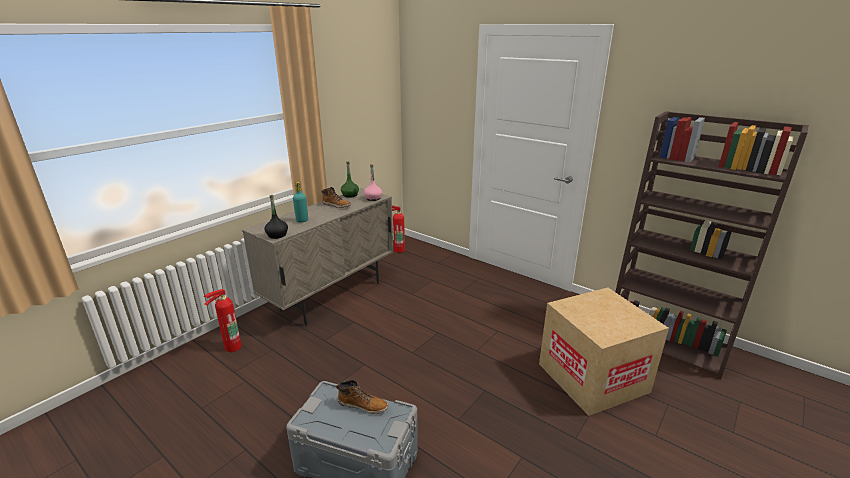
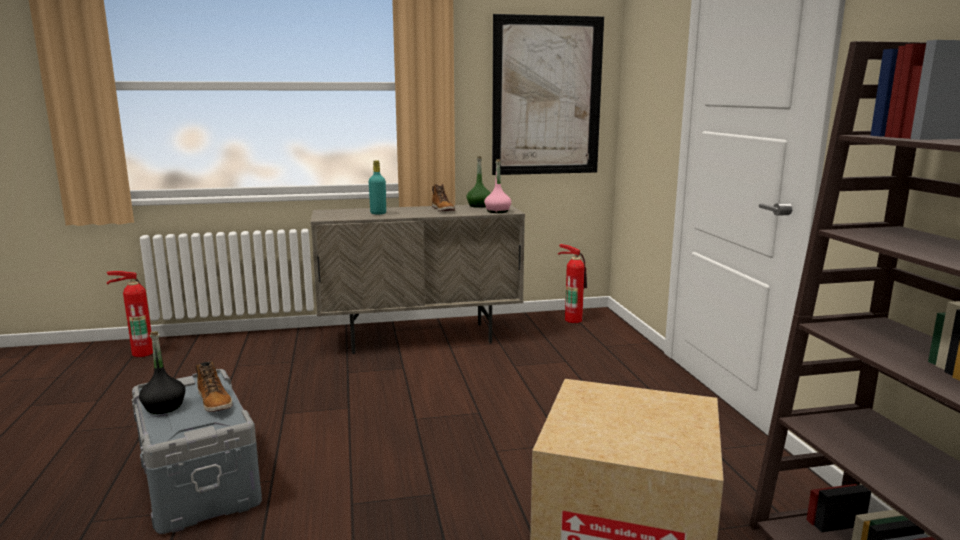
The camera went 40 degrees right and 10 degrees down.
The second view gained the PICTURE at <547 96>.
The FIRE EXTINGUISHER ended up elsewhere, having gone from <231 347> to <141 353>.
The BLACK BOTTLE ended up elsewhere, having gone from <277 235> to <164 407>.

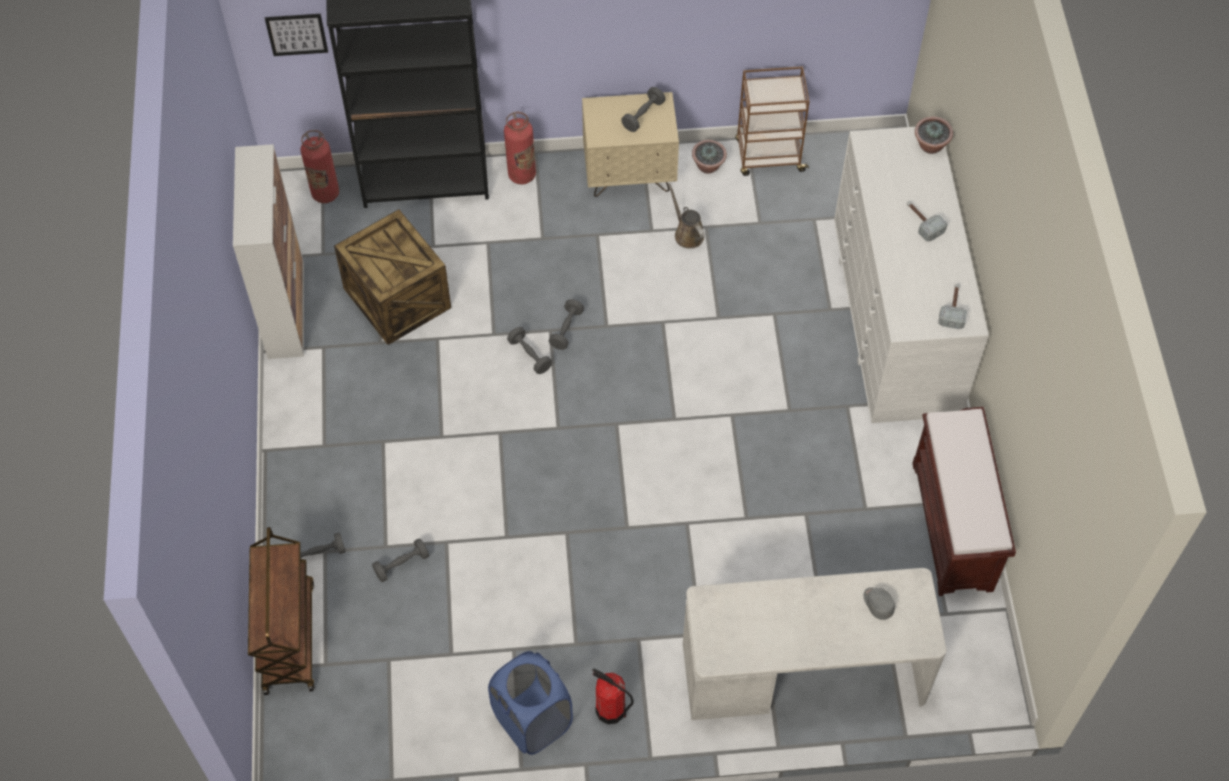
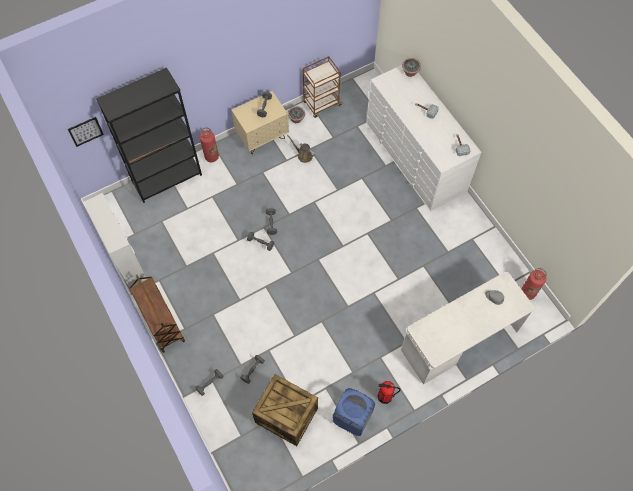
The camera went 25 degrees left and 5 degrees up.
The second view lost the BROWN BENCH at <953 527>.
The BROWN CART ended up elsewhere, having gone from <288 636> to <161 322>.
The FIRE EXTINGUISHER ended up elsewhere, having gone from <325 193> to <527 293>.
The CRATE ended up elsewhere, having gone from <395 298> to <286 416>.

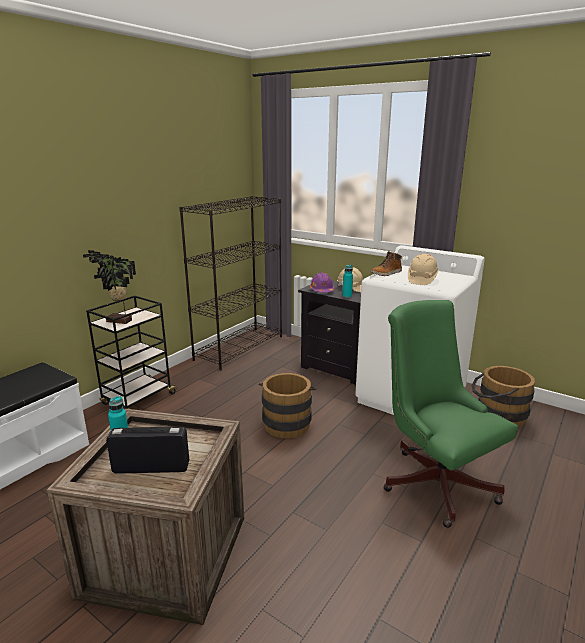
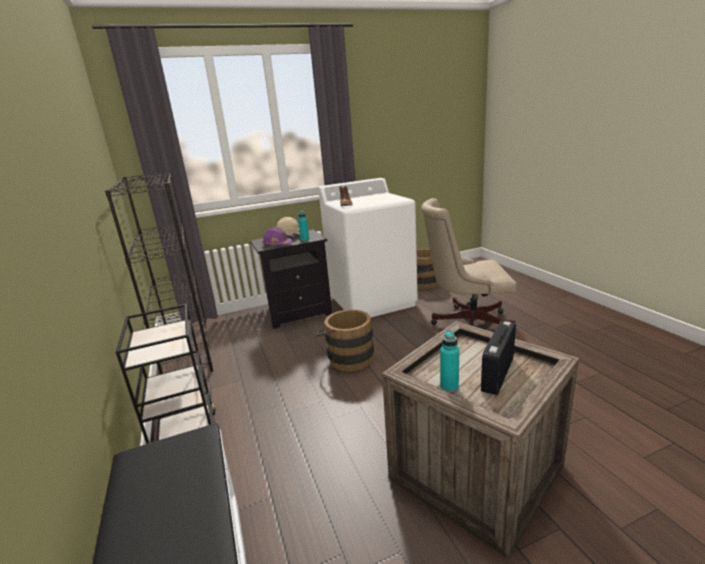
The camera went 55 degrees left and 0 degrees up.
The second view lost the POTTED PLANT at <118 321>.
The second view lost the BEIGE HARD HAT at <421 280>.
What was the GREEN OFFICE CHAIR at <434 479> turned into the BEIGE OFFICE CHAIR at <466 323>.

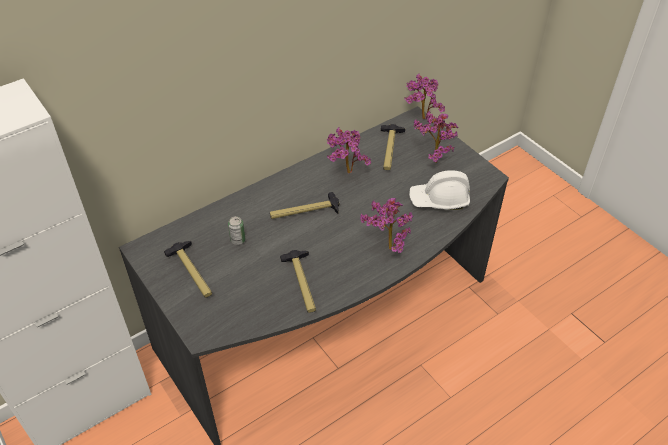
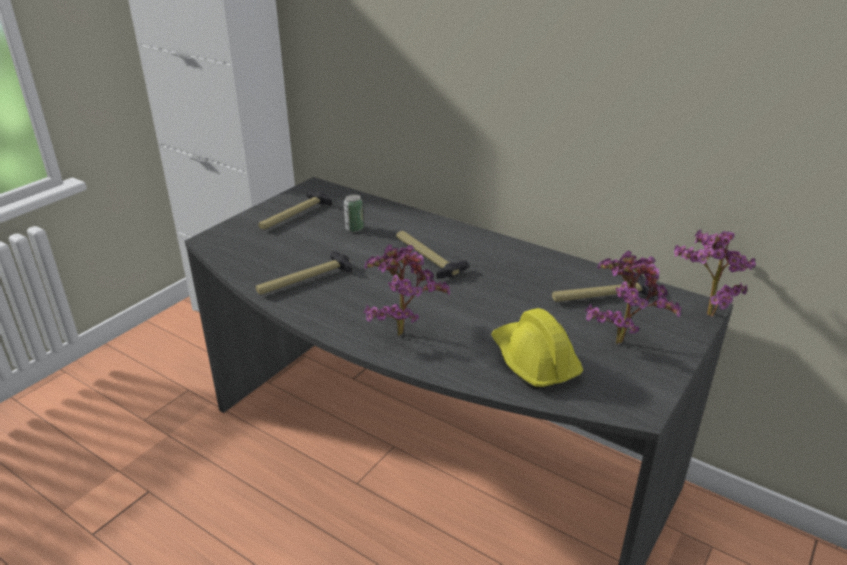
The camera went 70 degrees right and 15 degrees down.
The second view lost the POTTED PLANT at <345 173>.
What was the WHITE HARD HAT at <439 200> turned into the YELLOW HARD HAT at <533 362>.

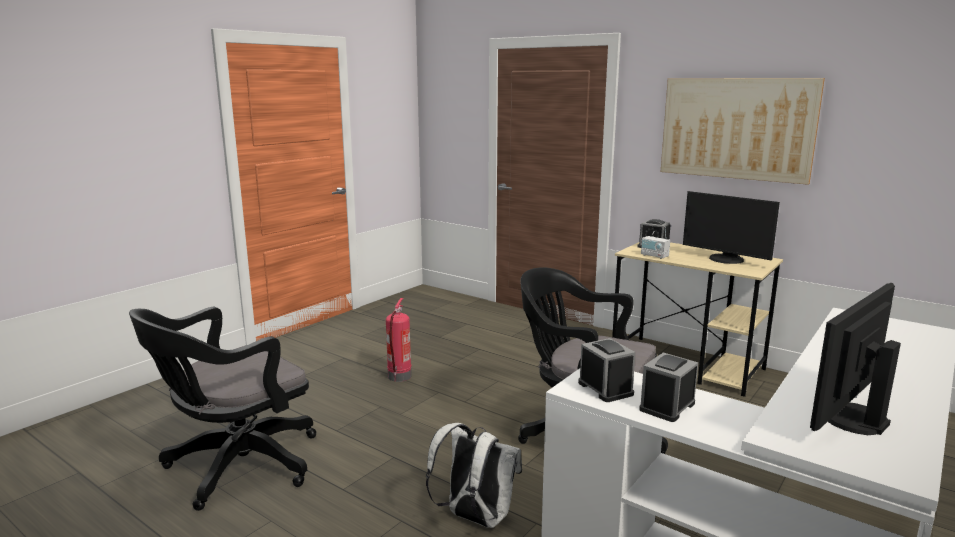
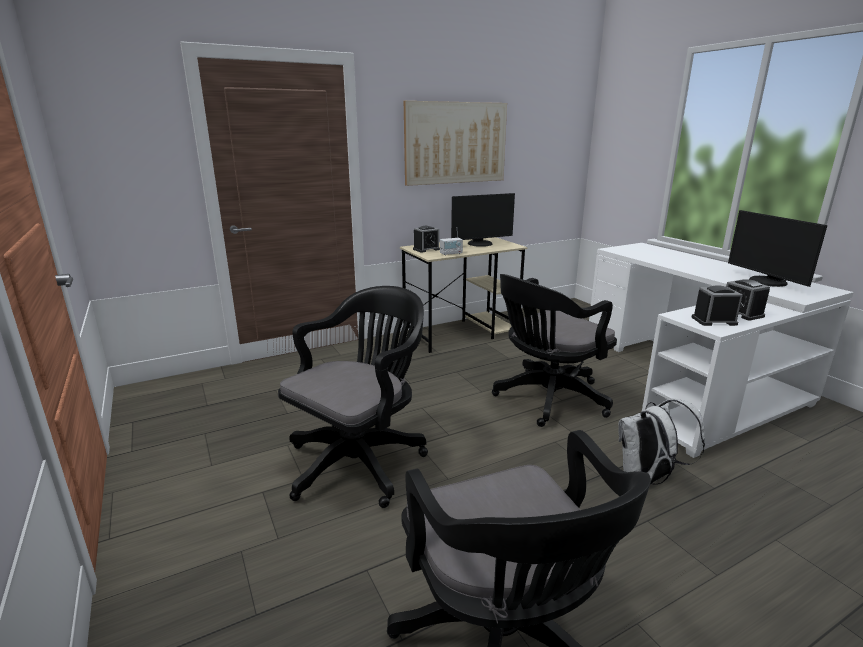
The camera went 65 degrees left and 5 degrees up.
Where the FIRE EXTINGUISHER stood at <399 377>, the BLACK OFFICE CHAIR came to stand at <361 460>.

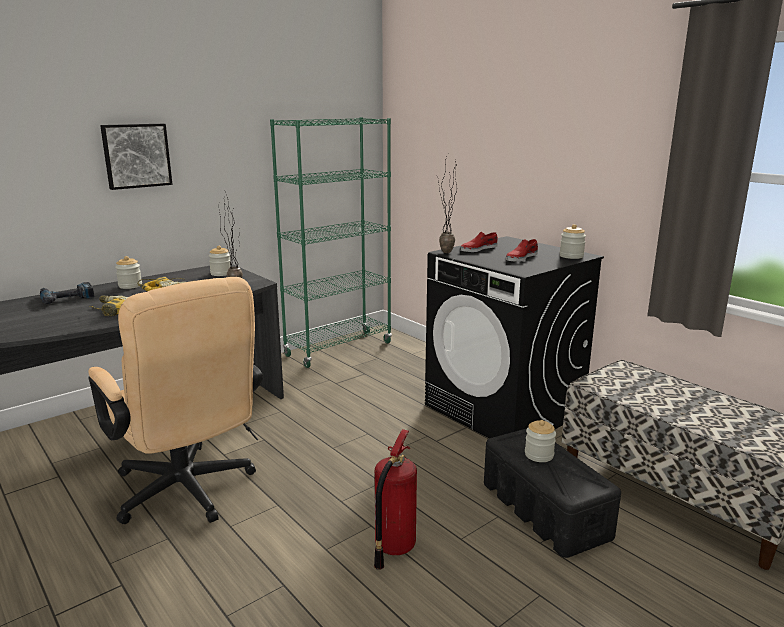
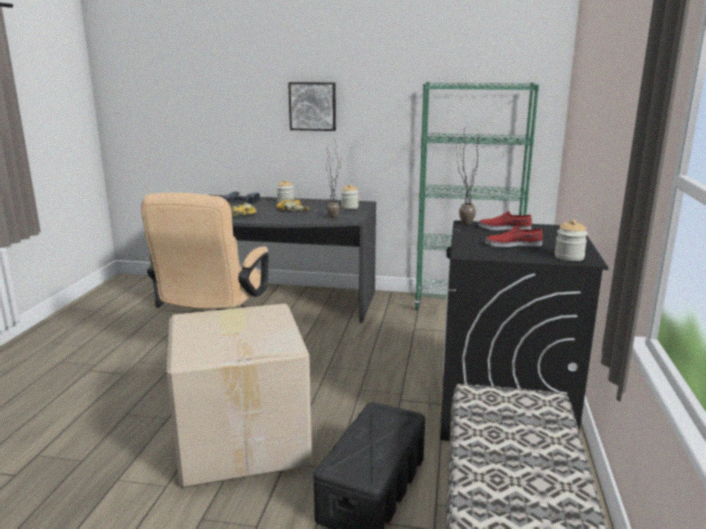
The camera went 50 degrees right and 0 degrees up.
The second view lost the JAR at <539 455>.
Where the FIRE EXTINGUISHER stood at <393 547>, the CARDBOARD BOX came to stand at <243 439>.

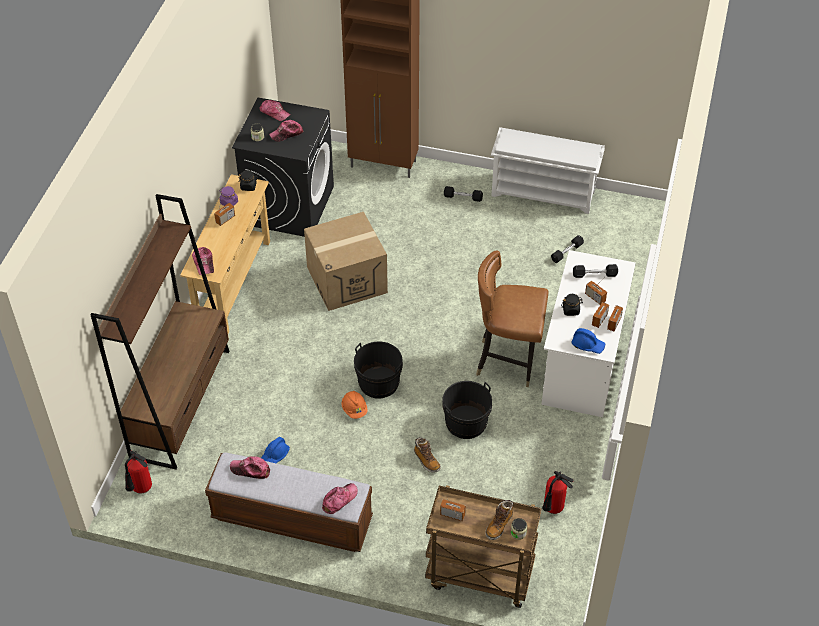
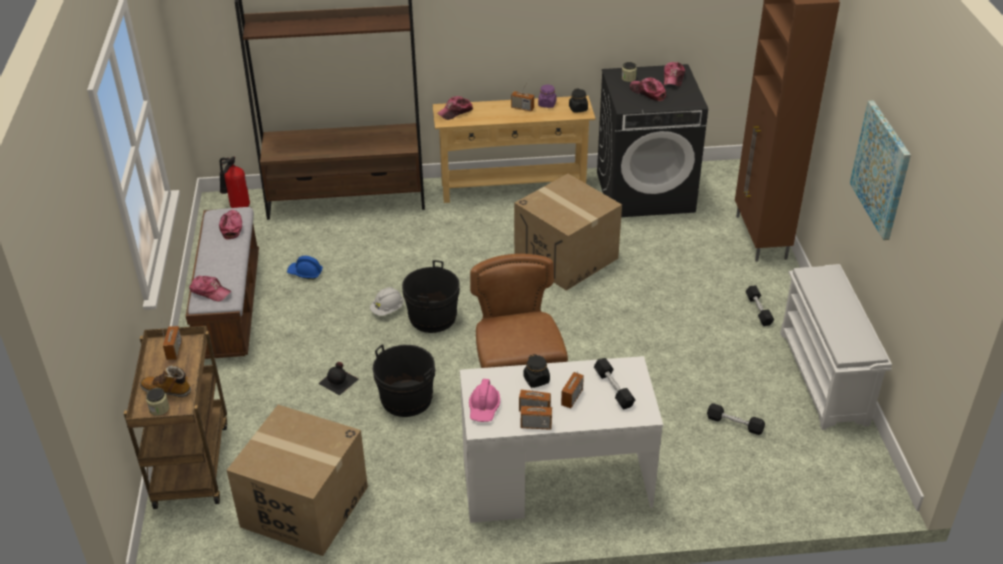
The camera went 70 degrees right and 10 degrees down.
The second view gained the PICTURE at <881 169>.
Where the BOOT stood at <426 460>, the BLACK BOTTLE came to stand at <339 381>.
Where the FIRE EXTINGUISHER stood at <552 510>, the CARDBOARD BOX came to stand at <304 506>.
What was the ORANGE HARD HAT at <354 409> turned into the WHITE HARD HAT at <387 310>.
What was the BLUE HARD HAT at <587 345> turned into the PINK HARD HAT at <484 408>.

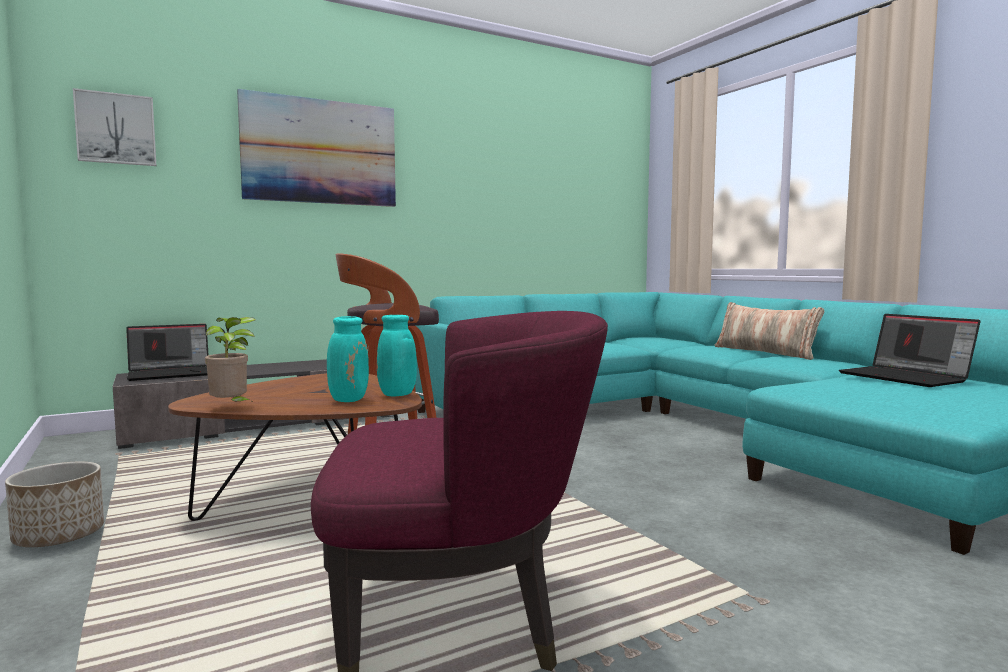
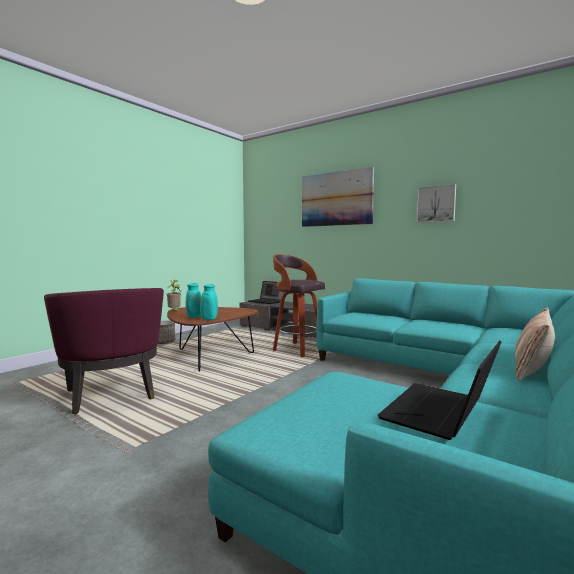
The camera went 65 degrees right and 0 degrees up.
The PICTURE ended up elsewhere, having gone from <116 129> to <436 204>.

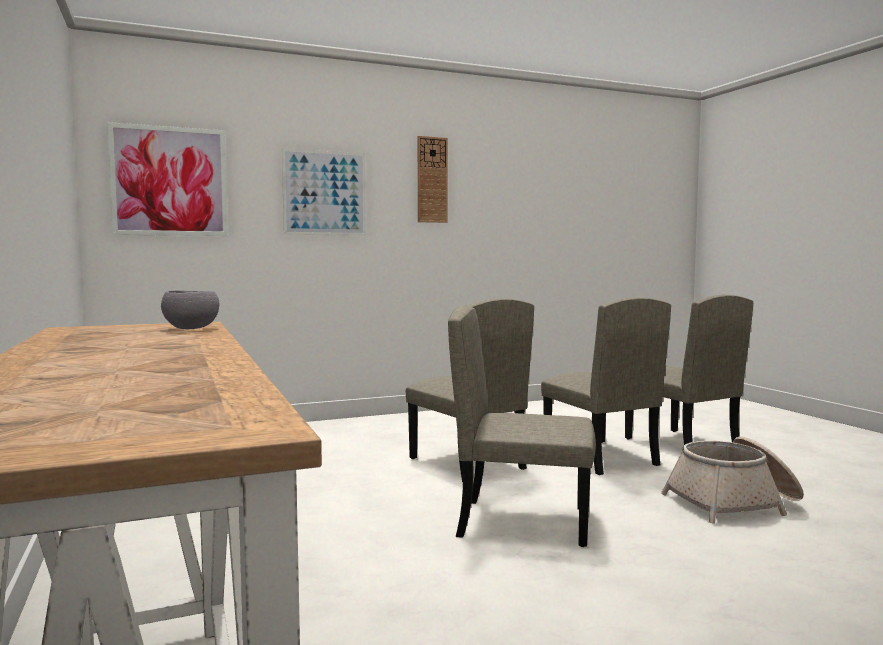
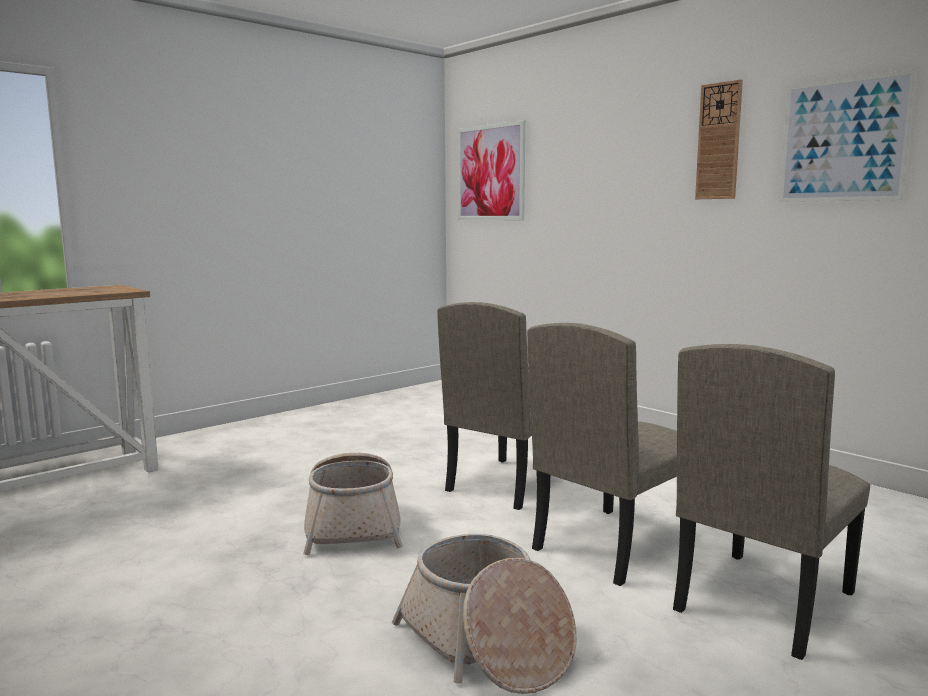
The camera went 70 degrees right and 5 degrees up.
The second view lost the GREY BOWL at <191 328>.
The PICTURE ended up elsewhere, having gone from <324 193> to <843 140>.
Where the BEIGE CHAIR stood at <523 521>, the BASKET came to stand at <353 525>.

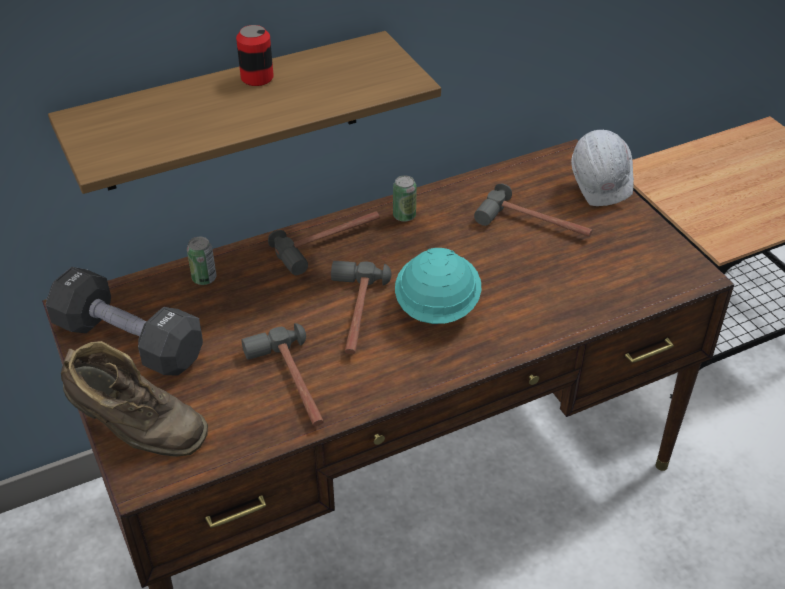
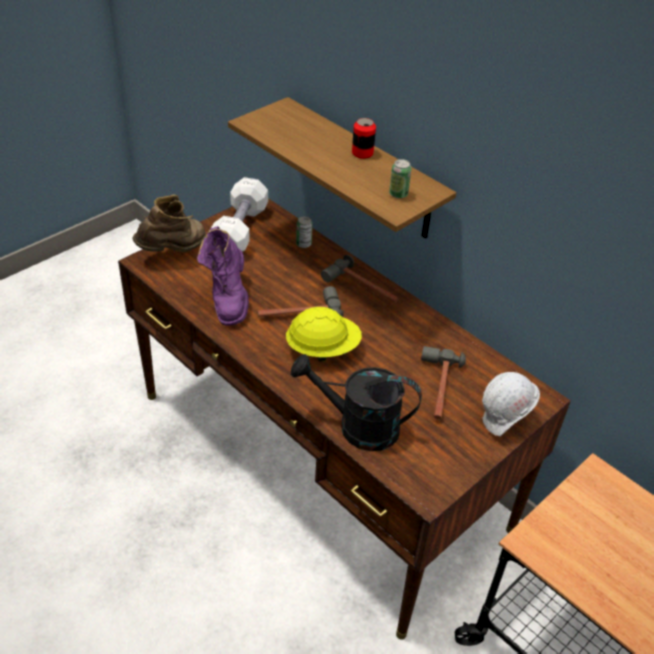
The camera went 70 degrees right and 0 degrees up.
The second view gained the BLACK WATERING CAN at <357 426>.
The CAN ended up elsewhere, having gone from <404 216> to <398 194>.
Where the HAMMER stood at <292 384>, the PURPLE BOOT came to stand at <228 299>.
What was the BLACK DUMBBELL at <129 341> turned into the WHITE DUMBBELL at <240 230>.
What was the TURQUOISE HARD HAT at <436 306> turned into the YELLOW HARD HAT at <322 349>.
The BROWN BOOT at <137 433> ended up facing another way, 135 degrees counterclockwise from before.

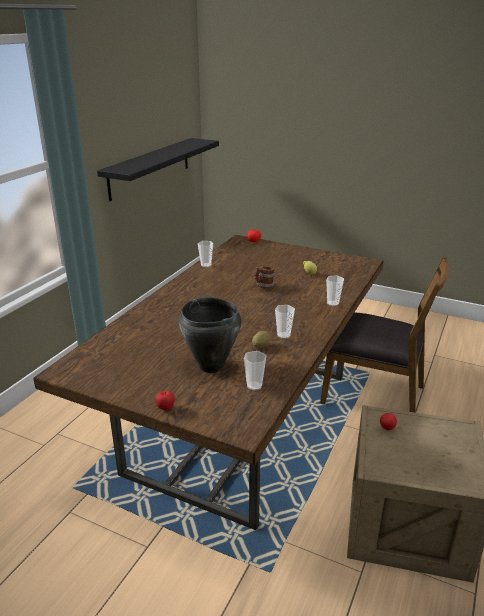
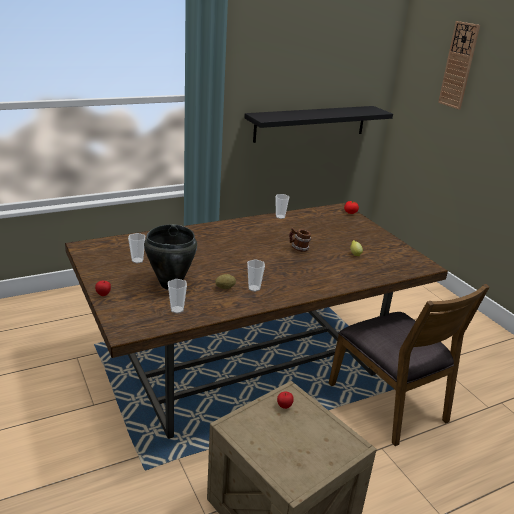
The camera went 35 degrees right and 0 degrees up.
The second view gained the WALL CLOCK at <459 65>.
The CUP ended up elsewhere, having gone from <333 303> to <137 260>.

